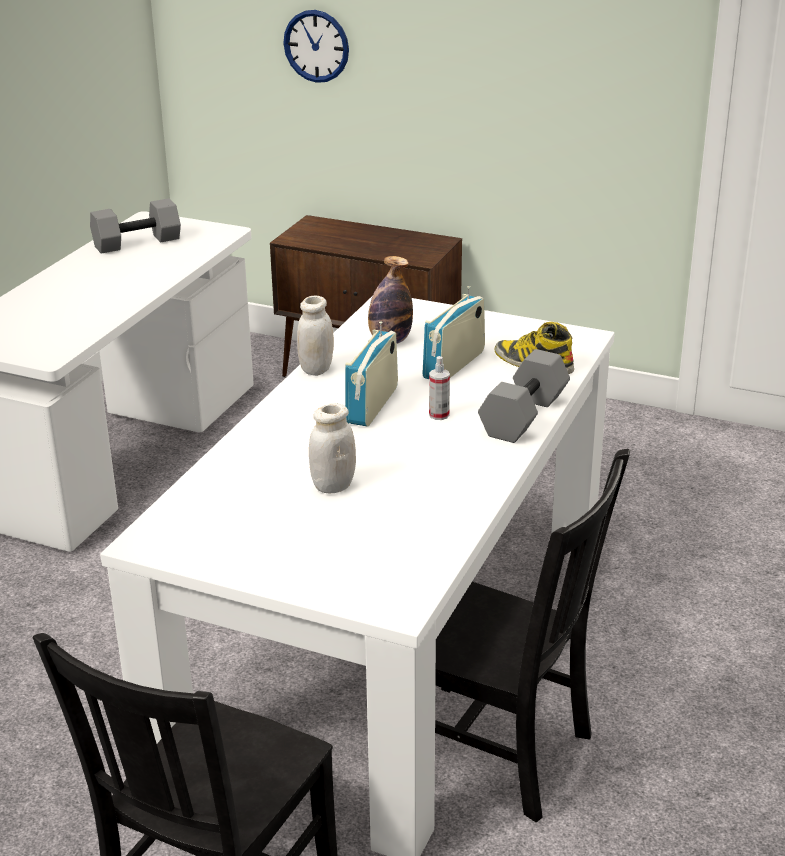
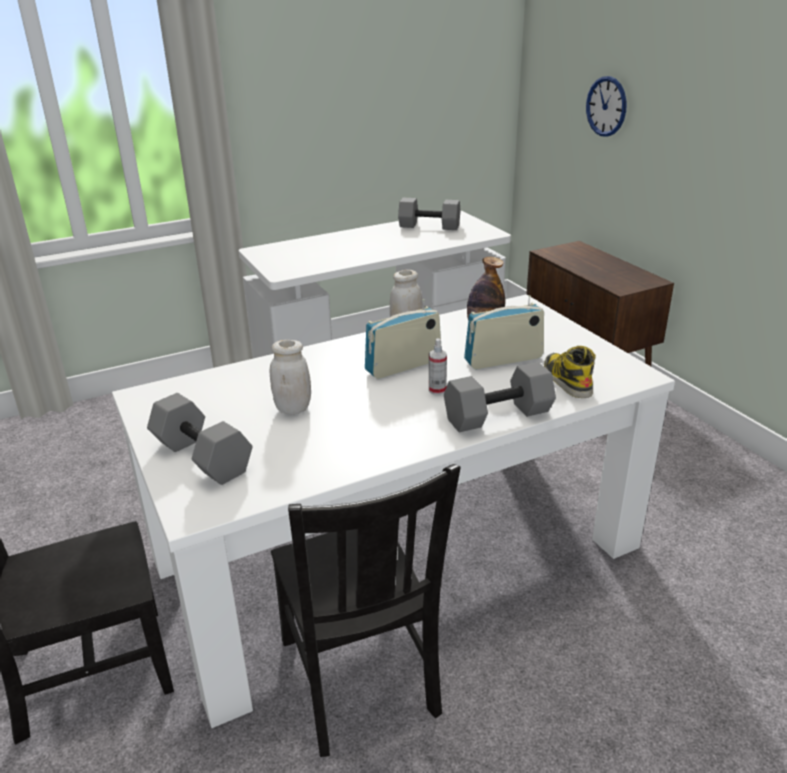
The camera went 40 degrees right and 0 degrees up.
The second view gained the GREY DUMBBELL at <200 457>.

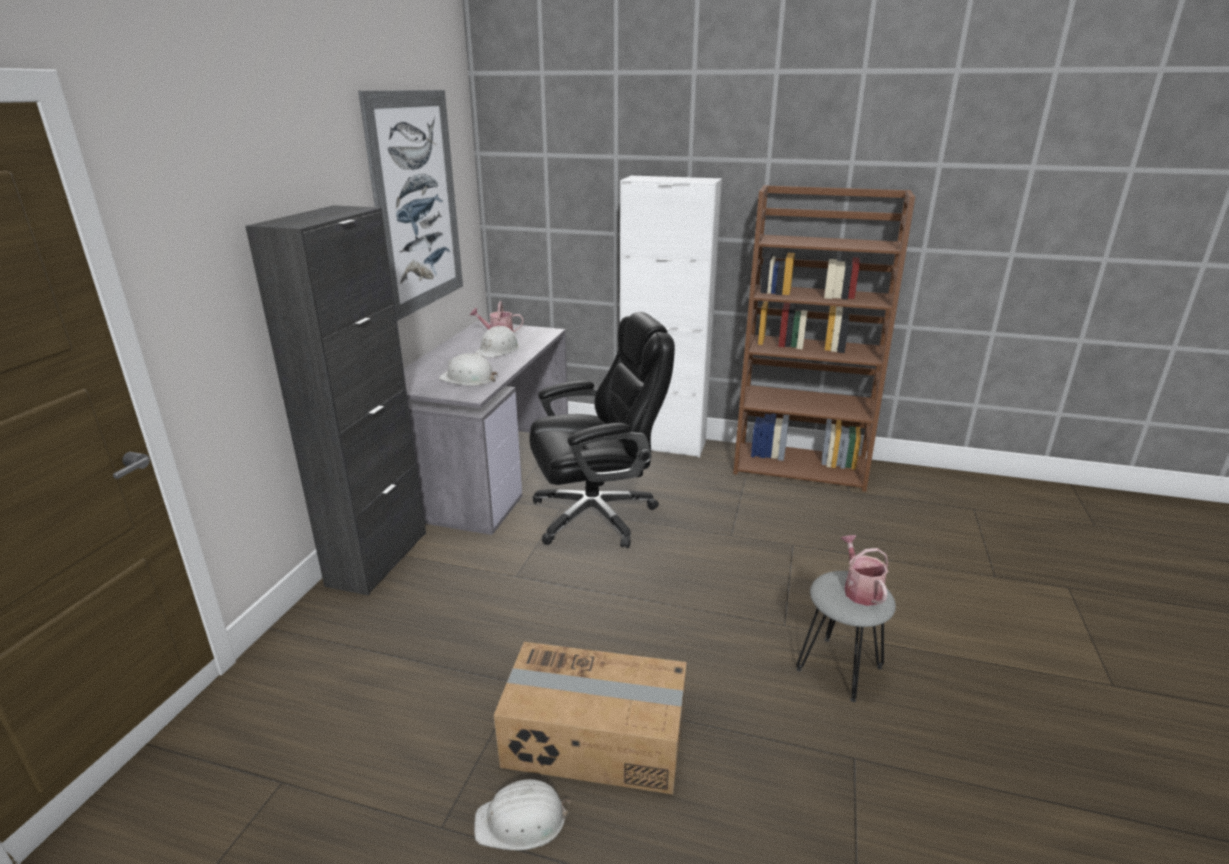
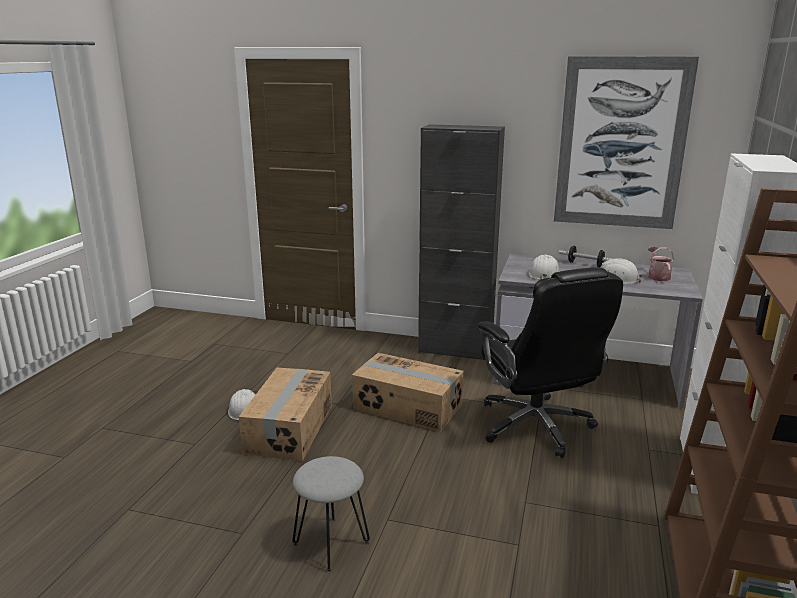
The camera went 90 degrees right and 5 degrees down.
The second view lost the WATERING CAN at <860 589>.
The second view gained the CARDBOARD BOX at <407 407>.
The second view gained the DUMBBELL at <585 264>.

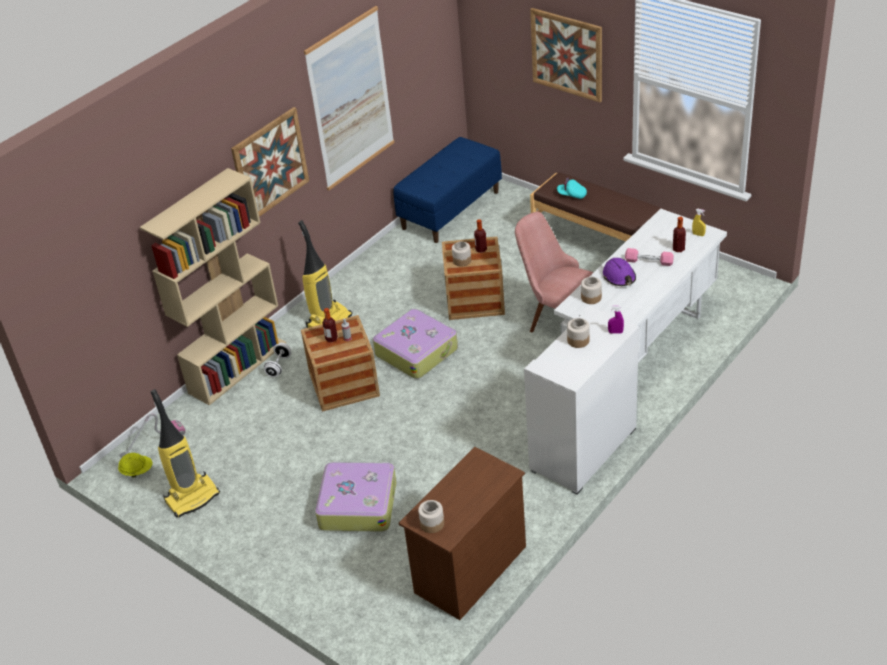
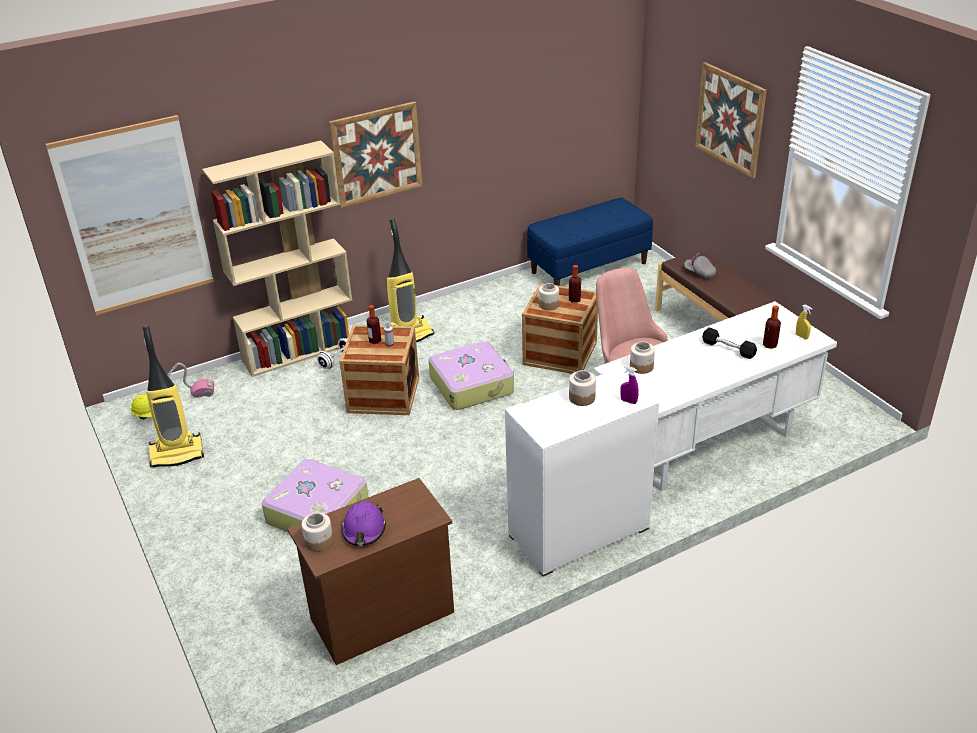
The camera went 20 degrees right and 5 degrees down.
The PICTURE ended up elsewhere, having gone from <350 99> to <135 217>.
The PURPLE HARD HAT ended up elsewhere, having gone from <619 277> to <364 530>.
What was the TURQUOISE CAP at <571 195> turned into the GREY CAP at <699 273>.
What was the PINK DUMBBELL at <649 261> turned into the BLACK DUMBBELL at <728 349>.

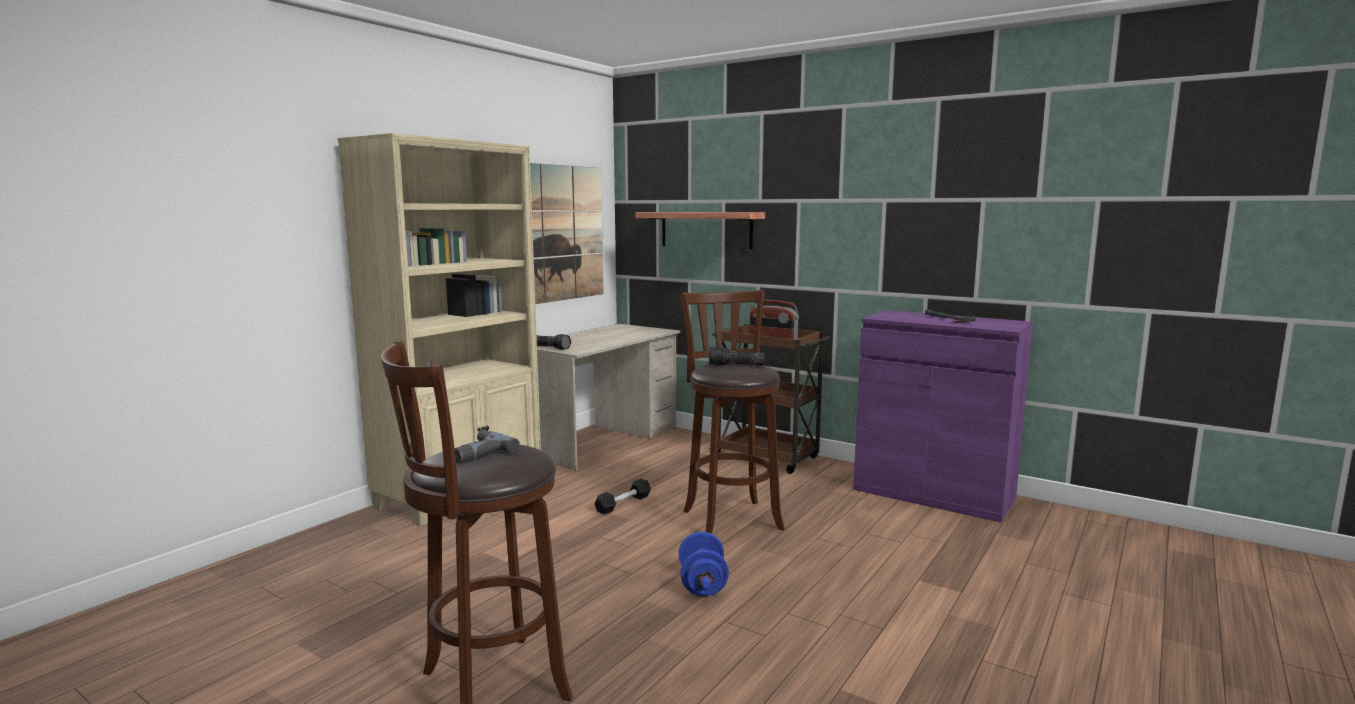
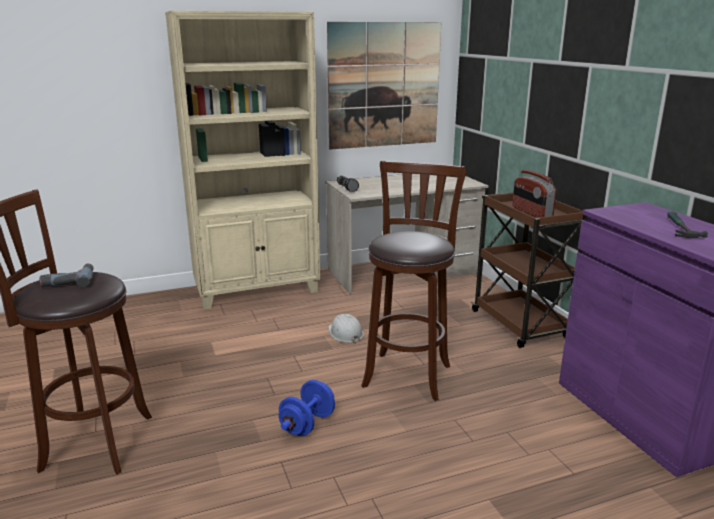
The camera went 35 degrees right and 10 degrees up.
The second view lost the SHELF at <706 229>.
The second view lost the FLASHLIGHT at <735 365>.
Where the BLACK DUMBBELL stood at <623 504>, the WHITE HARD HAT came to stand at <345 333>.

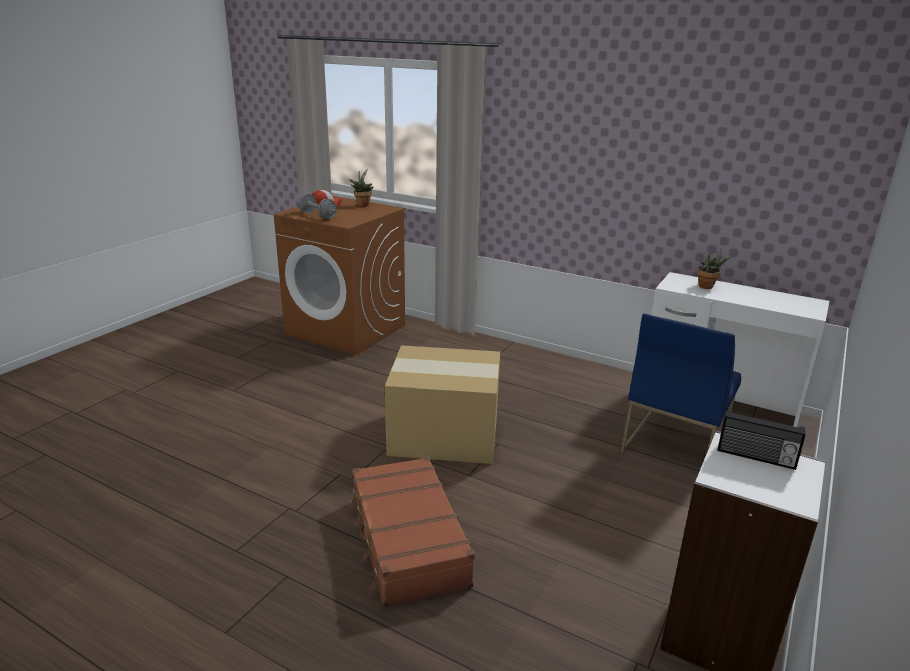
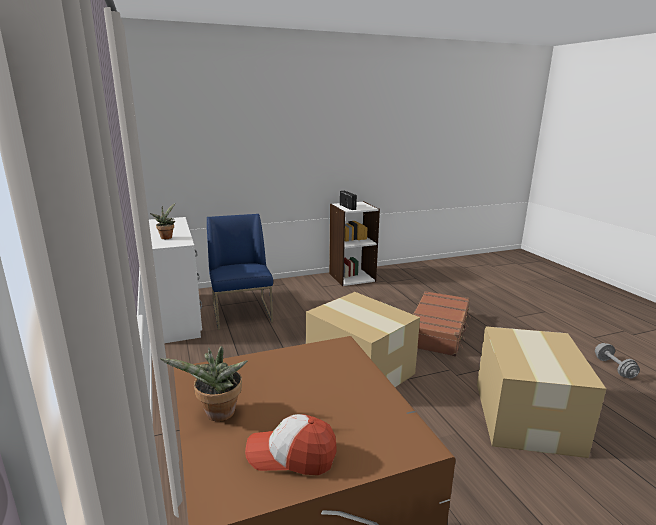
The camera went 140 degrees left and 5 degrees down.
The second view gained the CARDBOARD BOX at <525 418>.
The GREY DUMBBELL ended up elsewhere, having gone from <317 216> to <614 368>.
The BLUE CHAIR at <673 444> ended up facing another way, 90 degrees counterclockwise from before.

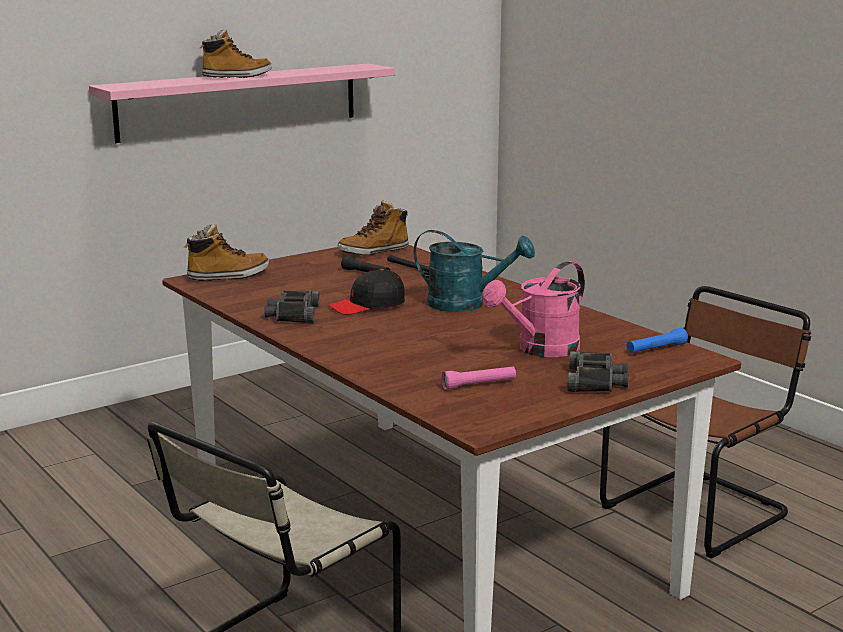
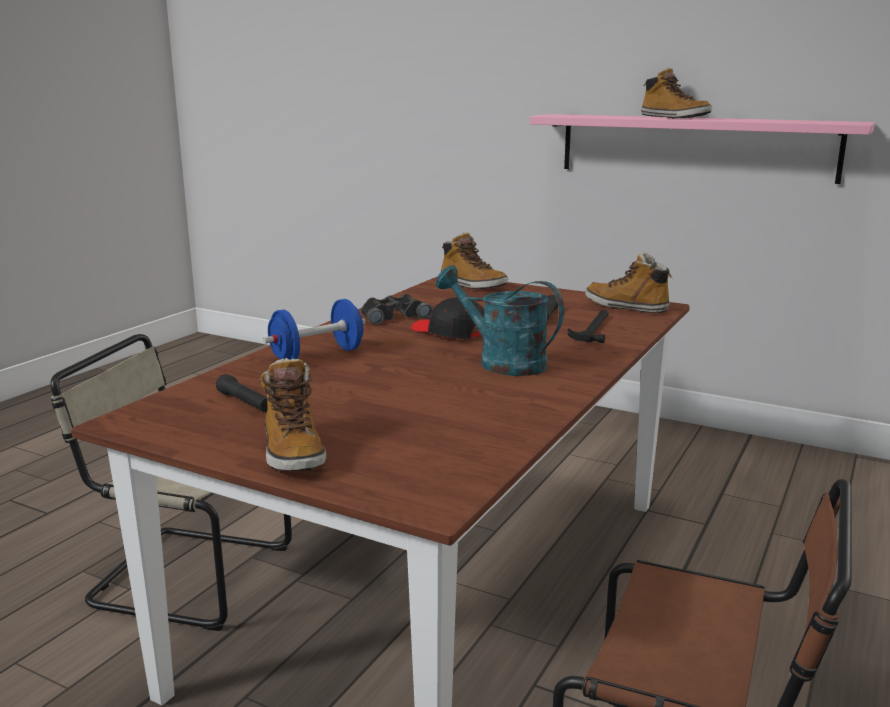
The camera went 65 degrees right and 0 degrees up.
The second view lost the PINK WATERING CAN at <540 350>.
The second view lost the BLUE FLASHLIGHT at <656 349>.
The second view gained the BLUE DUMBBELL at <317 355>.
Where the BLACK BINOCULARS stood at <596 381>, the BOOT came to stand at <292 452>.
What was the PINK FLASHLIGHT at <479 385> turned into the BLACK FLASHLIGHT at <245 403>.
The TURQUOISE WATERING CAN at <466 304> ended up facing another way, 135 degrees clockwise from before.

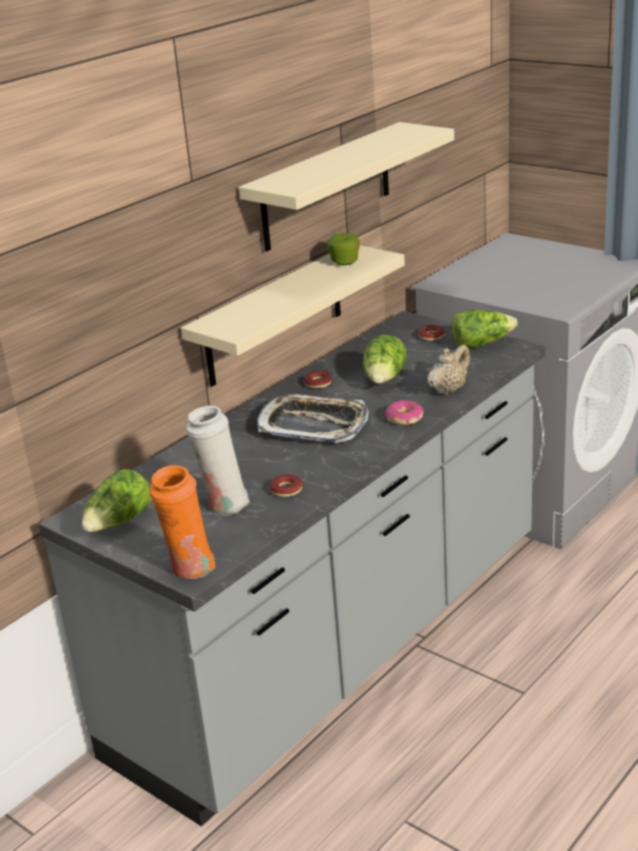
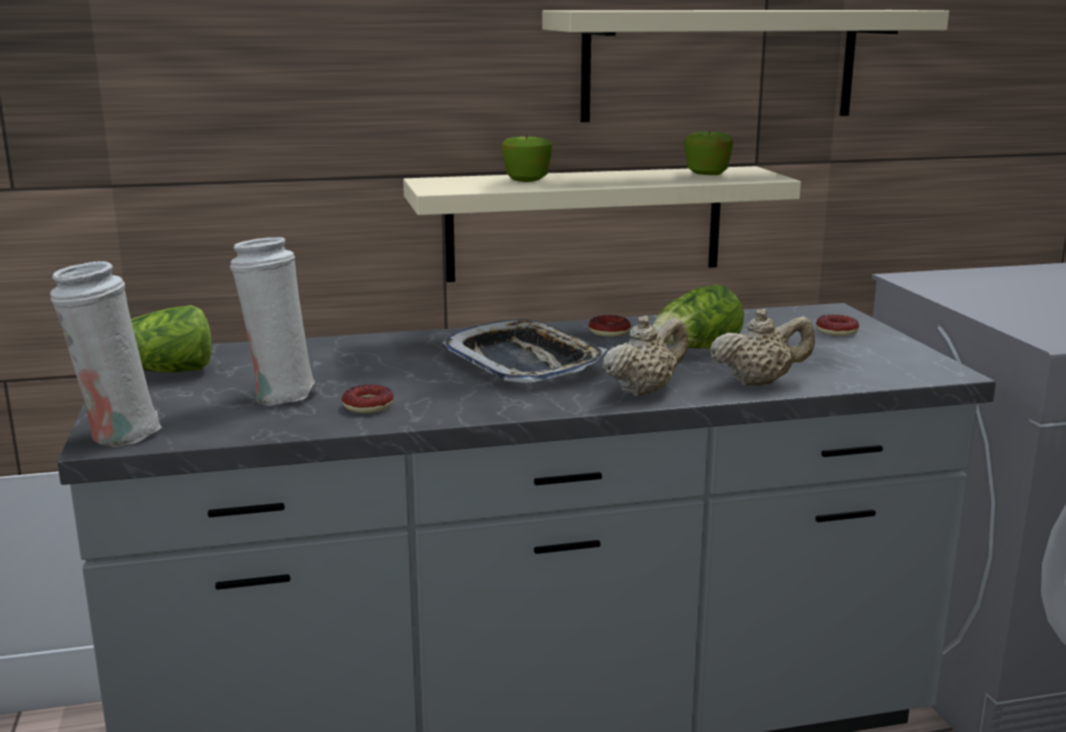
The camera went 35 degrees right and 10 degrees down.
The second view lost the LETTUCE at <481 344>.
The second view gained the APPLE at <526 179>.
Where the DONUT stood at <404 419>, the BEIGE TEAPOT came to stand at <644 391>.
What was the ORANGE VASE at <190 569> turned into the WHITE VASE at <117 435>.

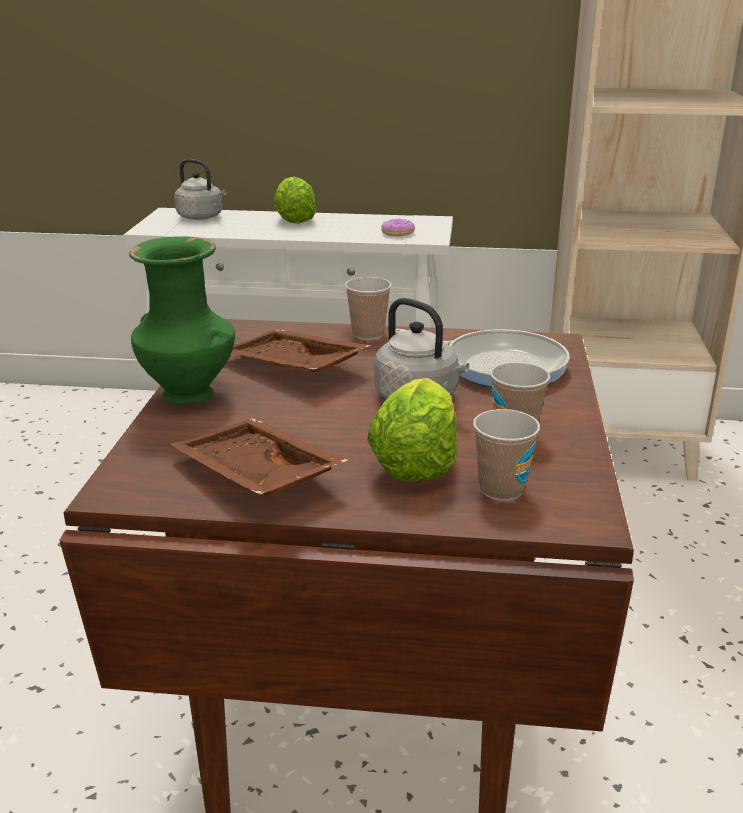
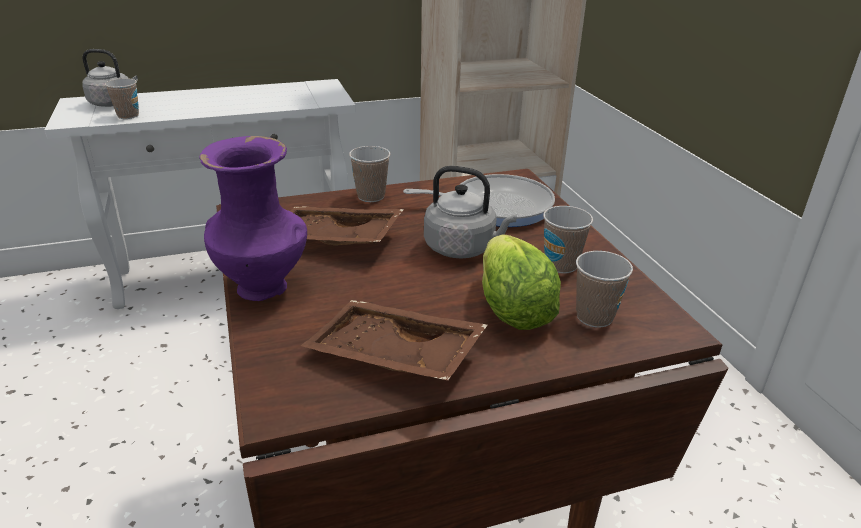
The camera went 25 degrees left and 5 degrees up.
The second view lost the LETTUCE at <294 219>.
The second view lost the DONUT at <397 233>.
The second view gained the CUP at <128 116>.
What was the GREEN VASE at <190 396> turned into the PURPLE VASE at <264 288>.

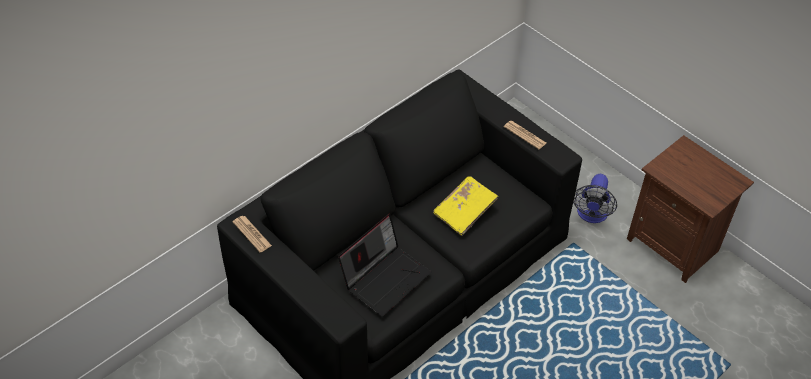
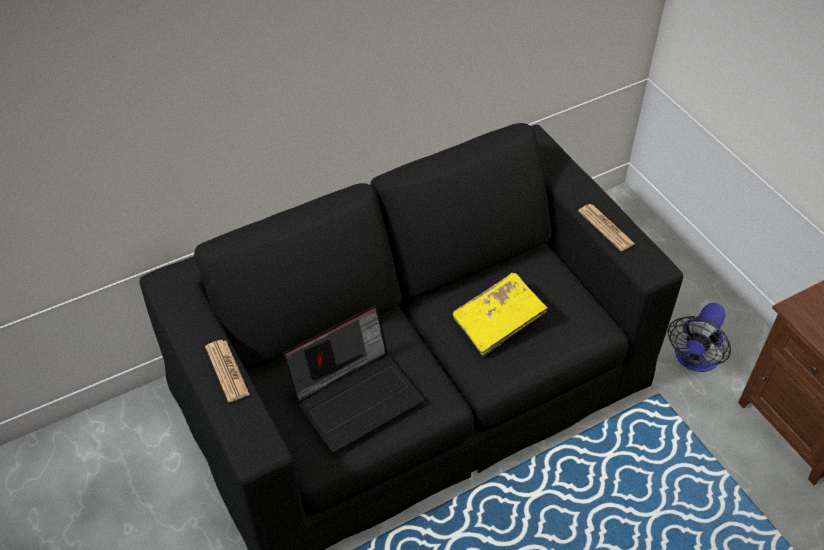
The camera went 15 degrees right and 0 degrees up.
The NEWSPAPER ended up elsewhere, having gone from <252 234> to <227 371>.

